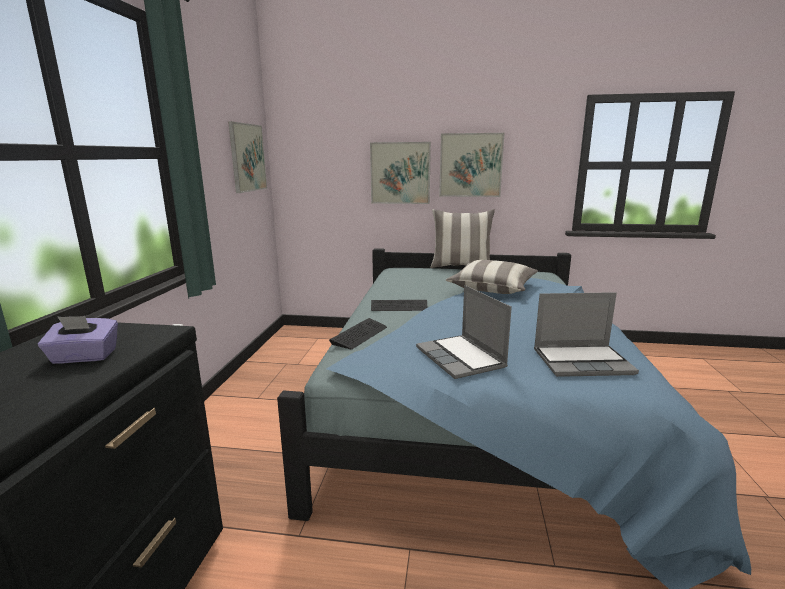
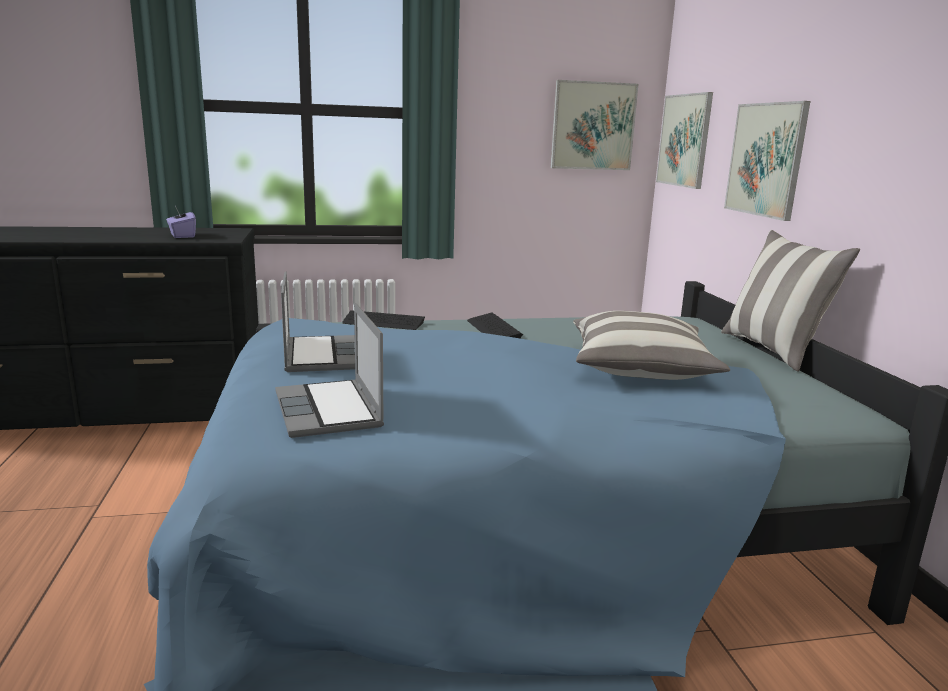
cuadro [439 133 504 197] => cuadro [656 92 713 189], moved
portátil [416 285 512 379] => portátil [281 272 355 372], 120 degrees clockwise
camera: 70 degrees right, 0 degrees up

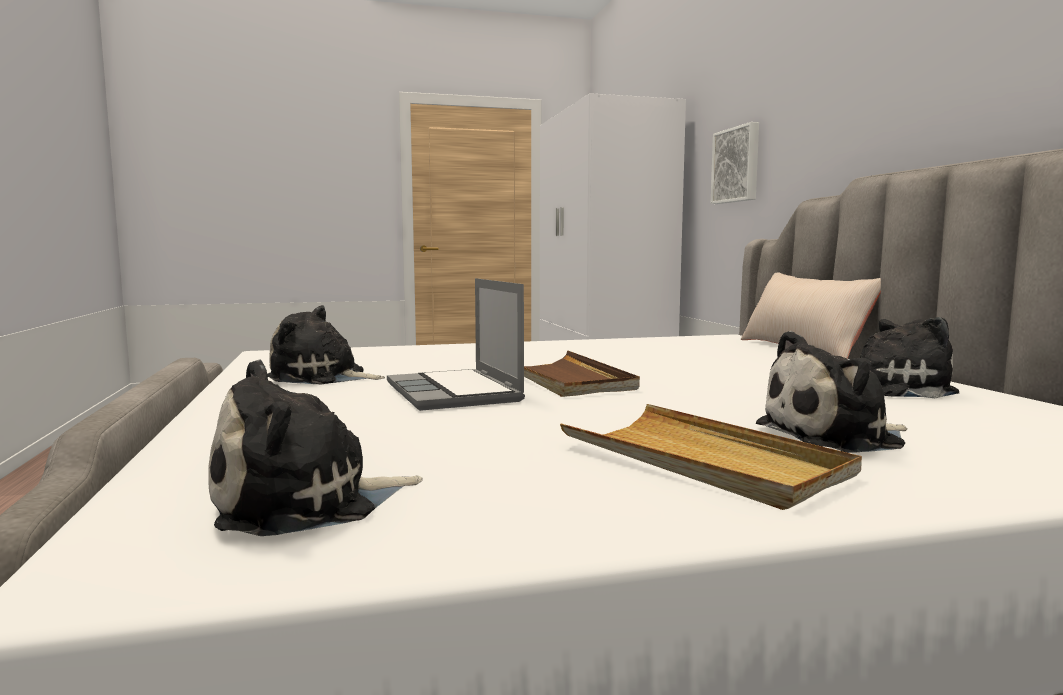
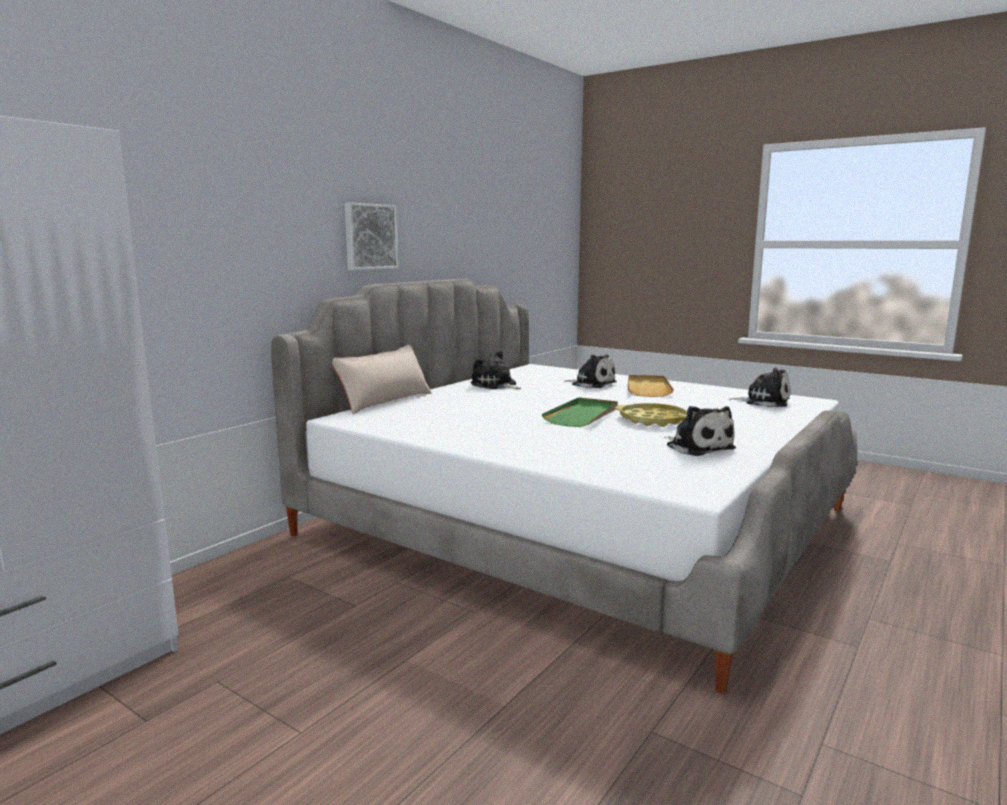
cuadro [711 122 759 204] => cuadro [344 203 399 270], moved
portátil [387 278 525 411] => bandeja [amarillo] [615 403 687 427]
bandeja [marrón] [524 351 640 397] => bandeja [verde] [542 397 618 427]
camera: 130 degrees left, 5 degrees up

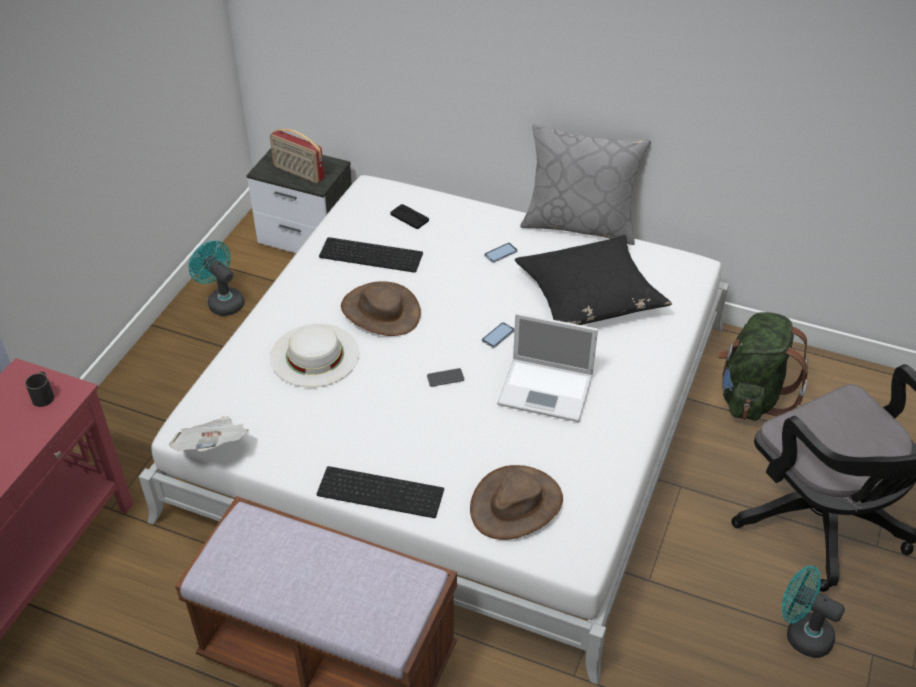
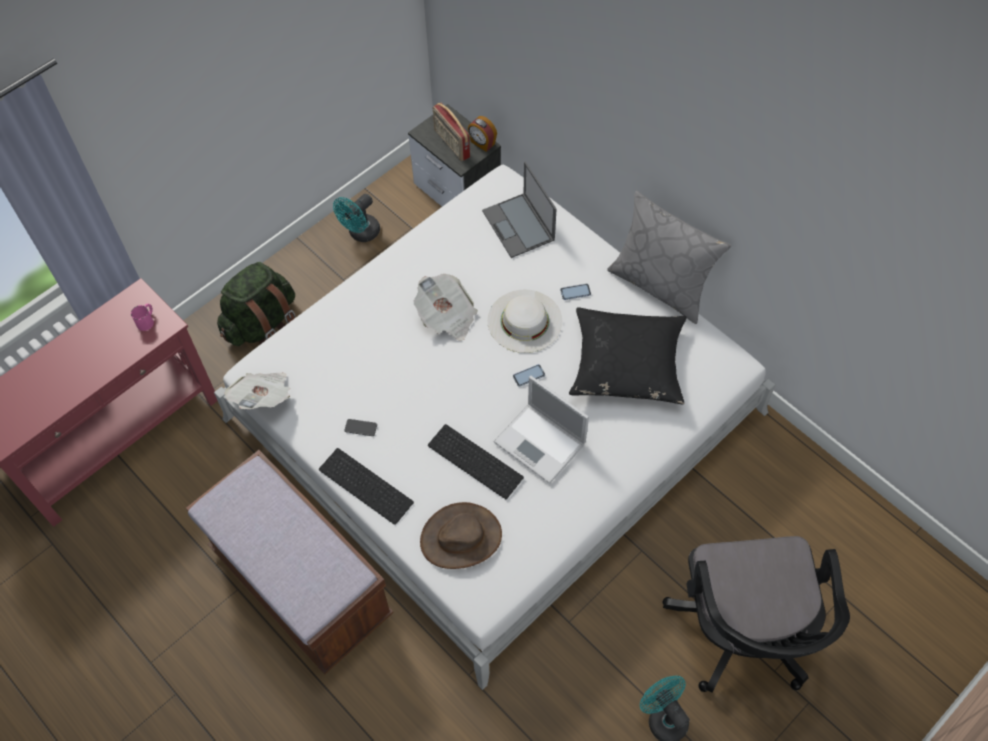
nothing => despertador [468 116 497 152]
sombrero [blanco] [270 324 359 387] => sombrero [blanco] [487 290 562 353], moved
teclado [319 237 423 273] => teclado [428 424 524 499], moved
móvil [427 368 464 387] => móvil [345 419 377 436], moved
mochila [verde] [718 312 808 421] => mochila [verde] [217 262 296 346], moved
sombrero [marrón] [341 281 421 336] => periódico [414 274 478 341]
mando de consola [negro] [390 204 429 229] => portátil [482 162 556 258]
taza grande [negro] [25 371 54 407] => taza grande [rosa] [131 304 154 331]
ventilador [turquesa] [189 241 244 316] => ventilador [turquesa] [333 194 380 242], 120 degrees counterclockwise
camera: 25 degrees right, 15 degrees up

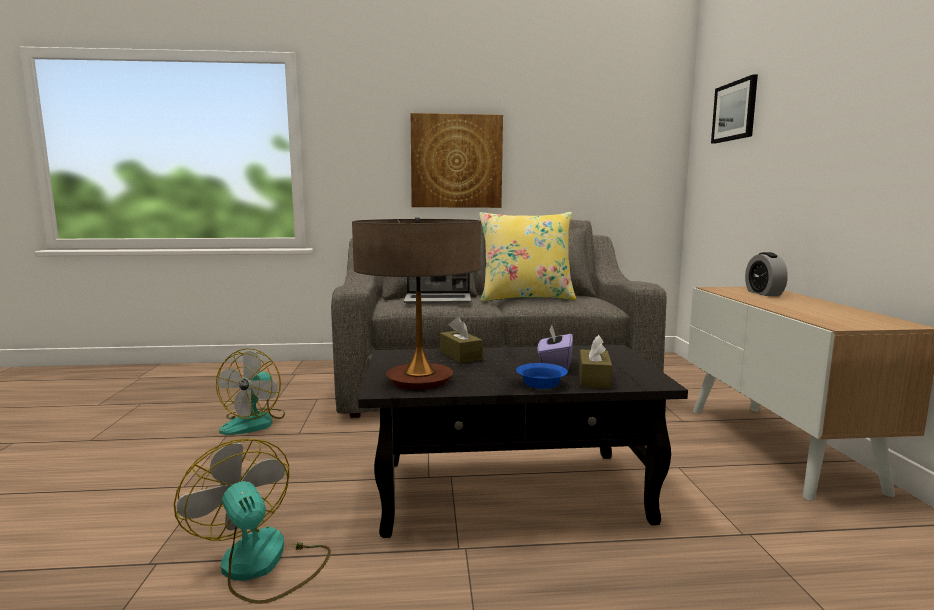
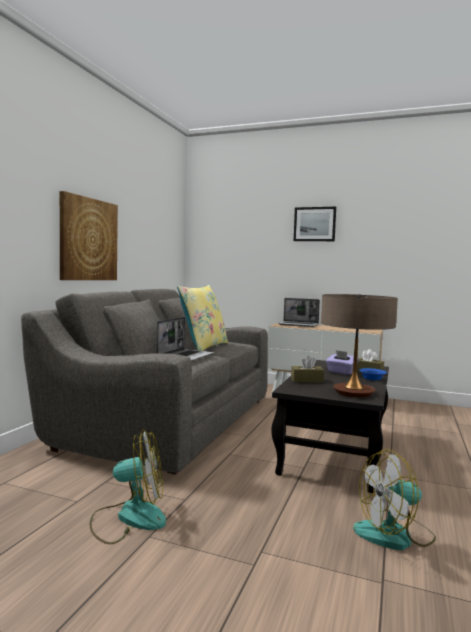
cuadro [711 74 758 144] => cuadro [294 207 336 241], moved
despertador [745 252 788 296] => portátil [278 298 320 327]
ventilador [216 348 285 435] => ventilador [90 429 166 544], 45 degrees counterclockwise
camera: 65 degrees left, 5 degrees down

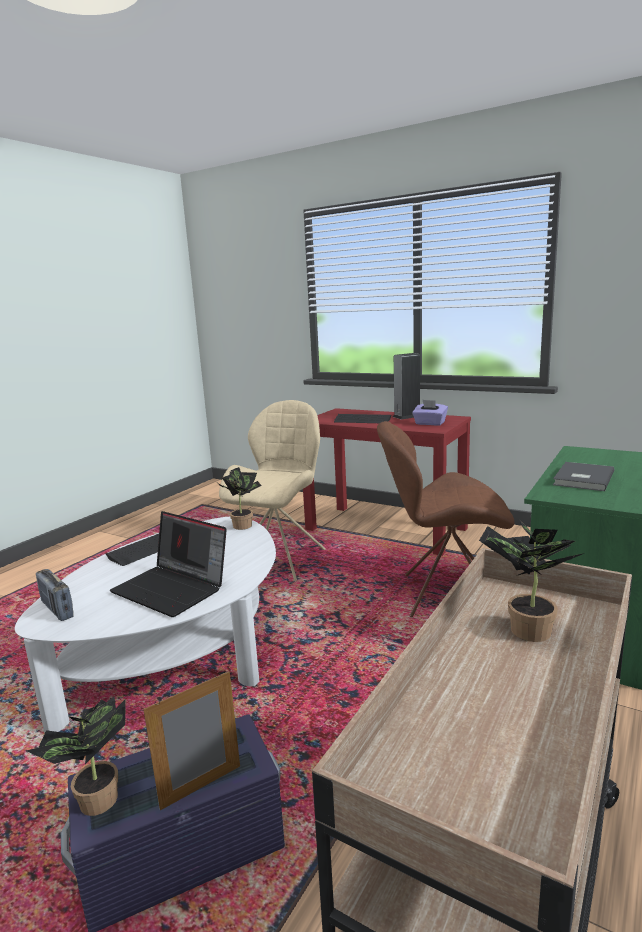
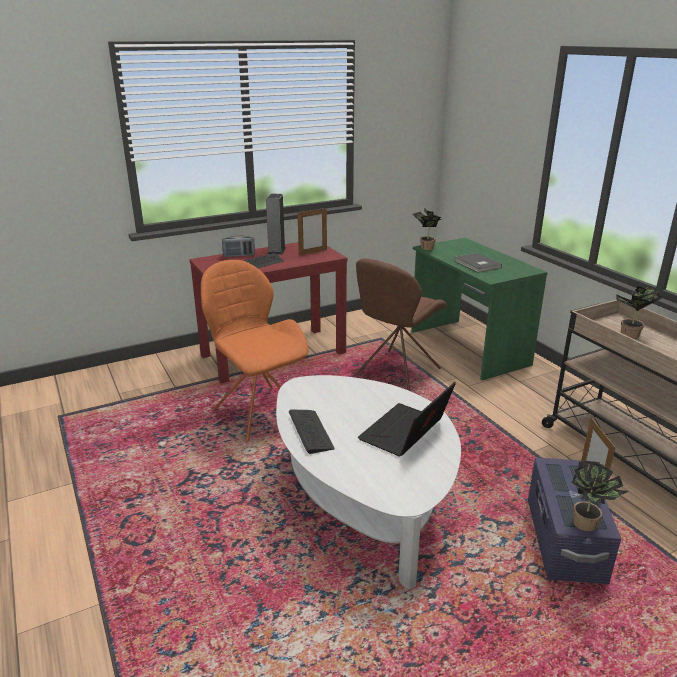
radio [36 569 74 621] => radio [222 235 255 257], moved
planta en maceta [218 467 262 530] => planta en maceta [413 209 441 250], moved
caja de pañuelos [morado] [412 400 448 426] => portarretratos [297 207 327 255]
silla [beis] [219 400 326 581] => silla [naranja] [201 260 308 442]
portátil [110 511 227 617] => portátil [358 382 456 457], 150 degrees clockwise
camera: 60 degrees left, 10 degrees up

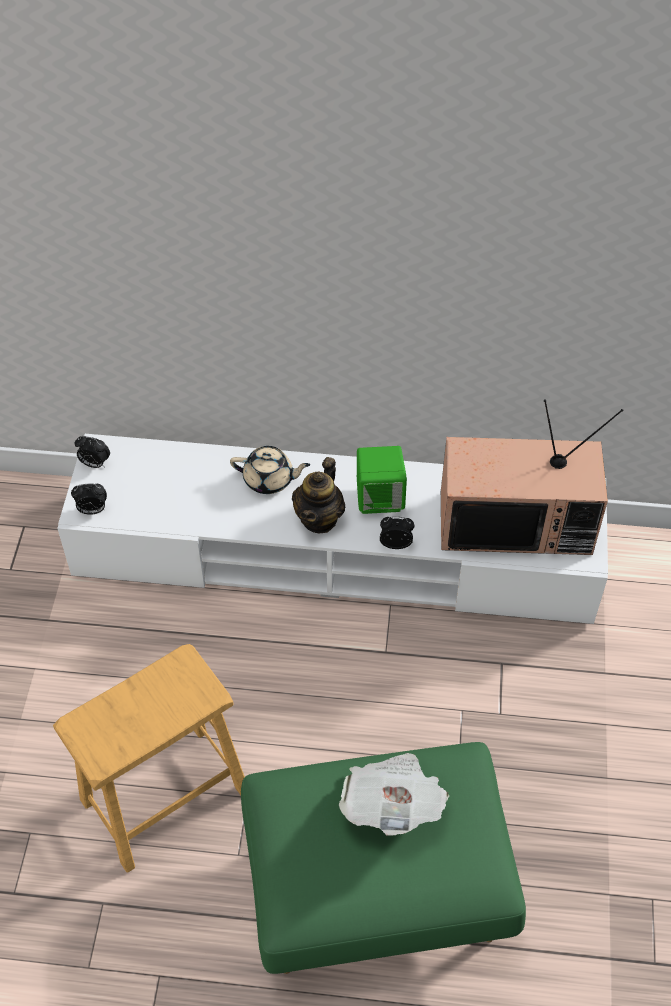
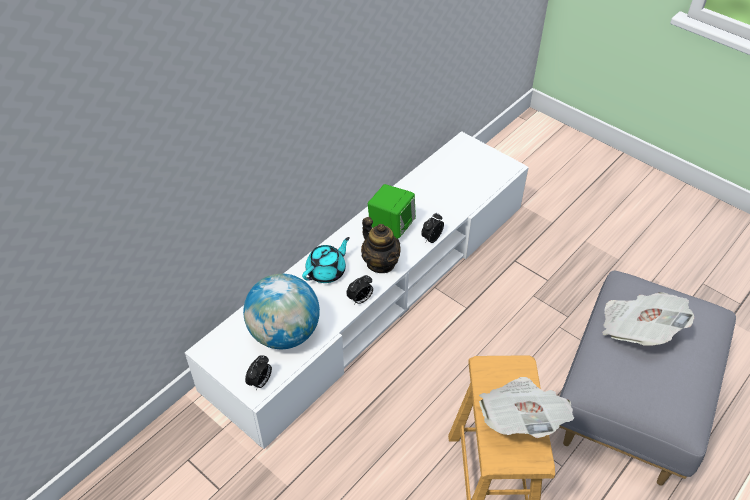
televisor [441 399 624 555] => nothing
nothing => globo terráqueo [243 274 320 349]
nothing => periódico [479 377 574 438]
despertador [74 436 110 468] => despertador [346 275 373 305], moved
tetera [beis] [230 446 310 494] => tetera [turquesa] [302 237 350 283]
puf [verde] [241 742 526 974] => puf [gris] [559 271 736 486]
camera: 55 degrees left, 5 degrees down

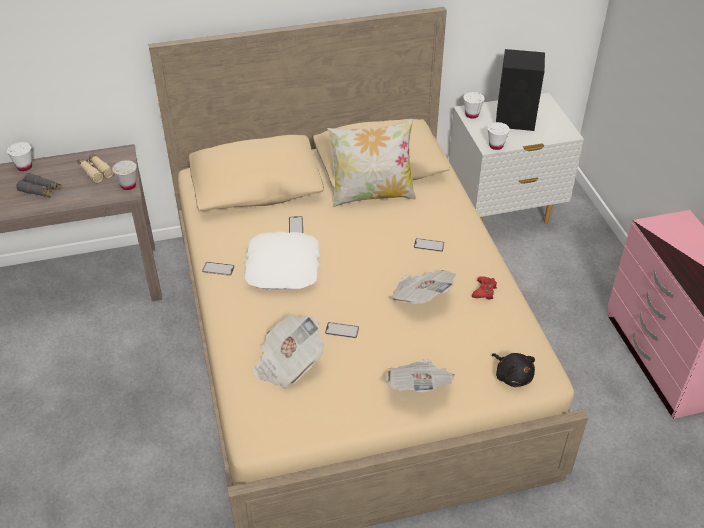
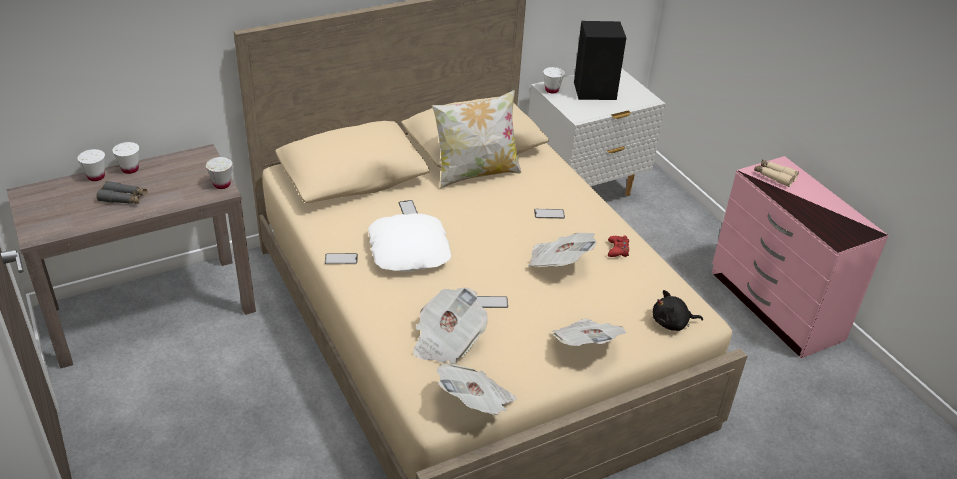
nothing => periódico [437 363 517 415]
prismáticos [beis] [77 153 114 183] => prismáticos [beis] [754 160 799 187], moved
taza [blanco] [488 122 510 150] => taza [blanco] [112 142 139 174], moved
peluche [negro] [492 353 535 387] => peluche [negro] [653 290 703 331], 135 degrees clockwise
camera: 15 degrees left, 5 degrees down

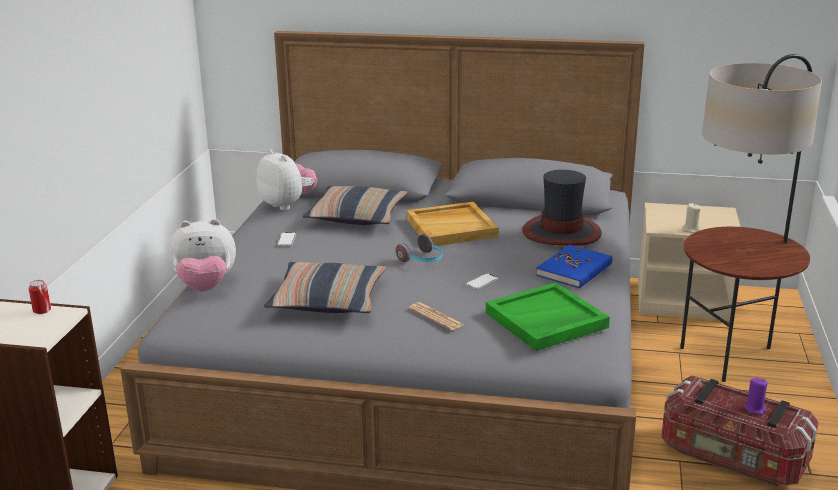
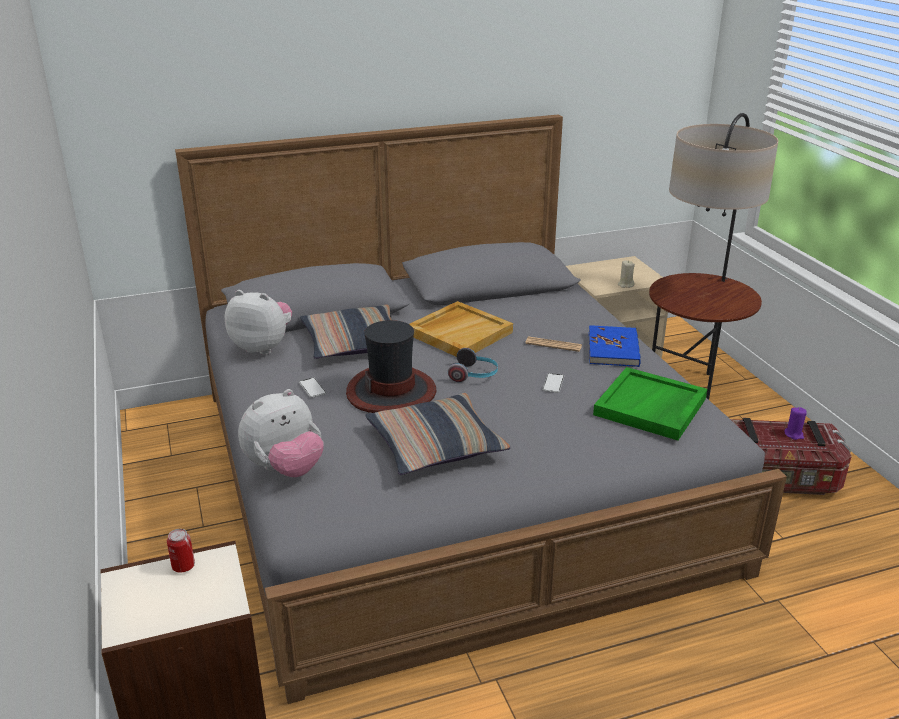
periódico [409 302 464 330] => periódico [525 336 582 352], moved
sombrero [523 170 602 246] => sombrero [346 320 436 413], moved
camera: 30 degrees left, 5 degrees up

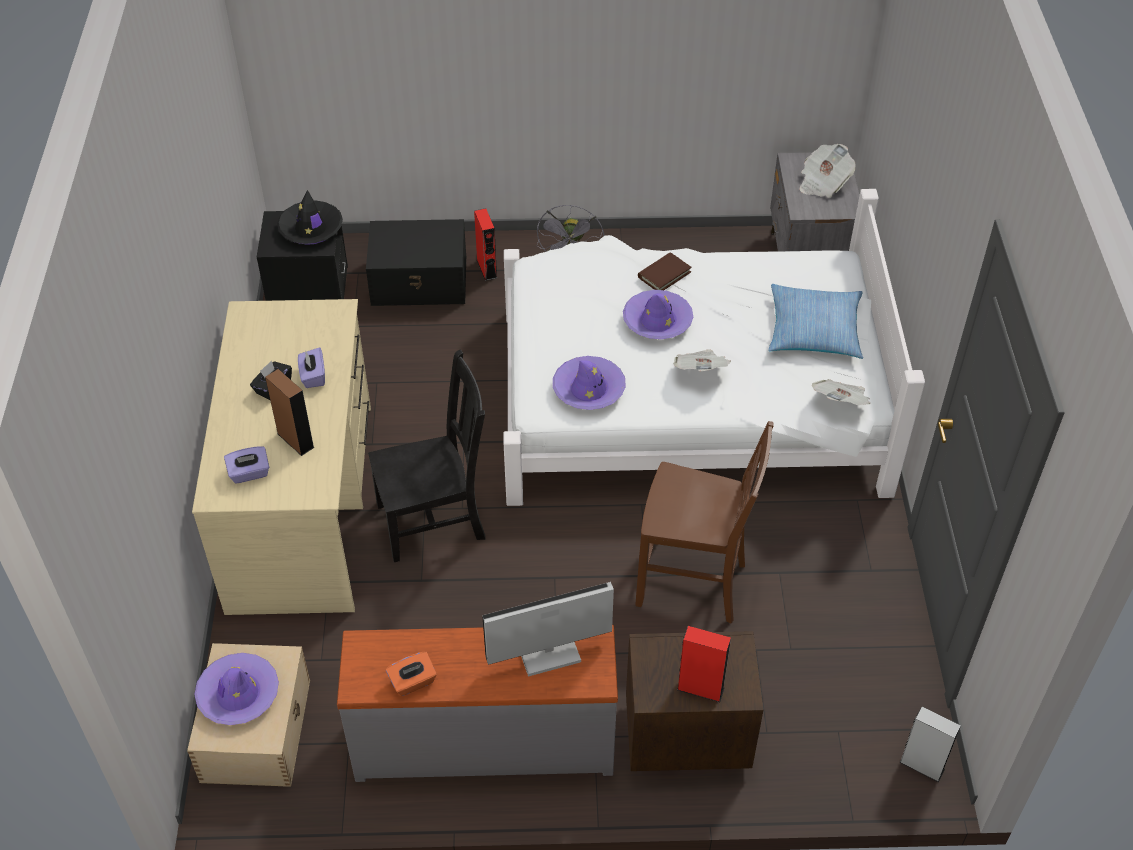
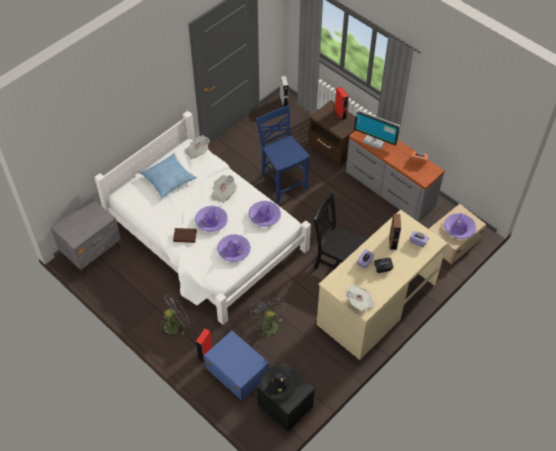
nothing => sombrero [morado] [217 234 251 262]
nothing => ventilador [gris] [250 297 286 339]
periódico [799 144 855 198] => periódico [345 284 375 311], moved
caja de almacenaje [negro] [366 219 466 306] => caja de almacenaje [azul] [204 331 269 401]
silla [marrón] [636 421 774 623] => silla [azul] [256 105 309 203]
camera: 135 degrees left, 5 degrees up

